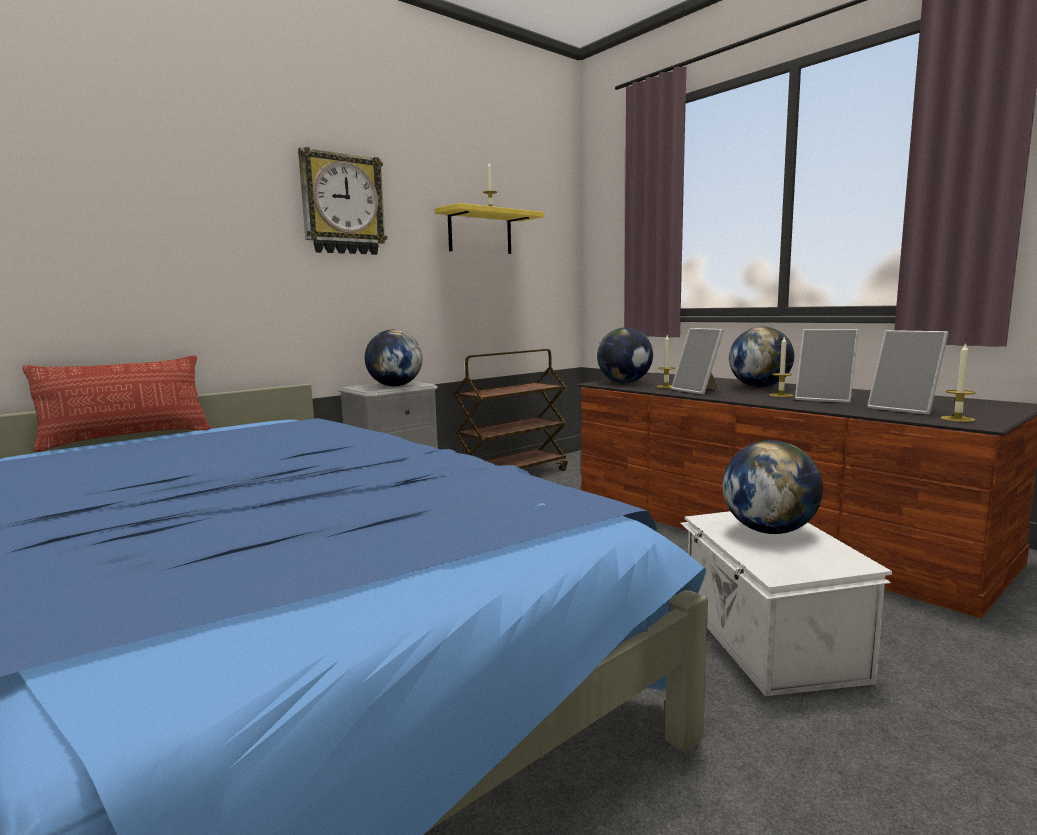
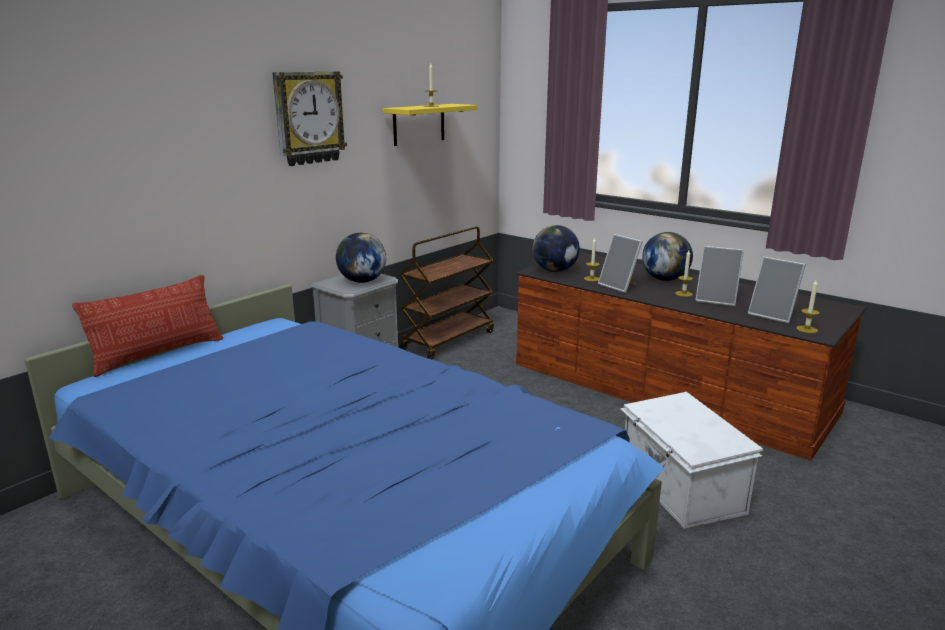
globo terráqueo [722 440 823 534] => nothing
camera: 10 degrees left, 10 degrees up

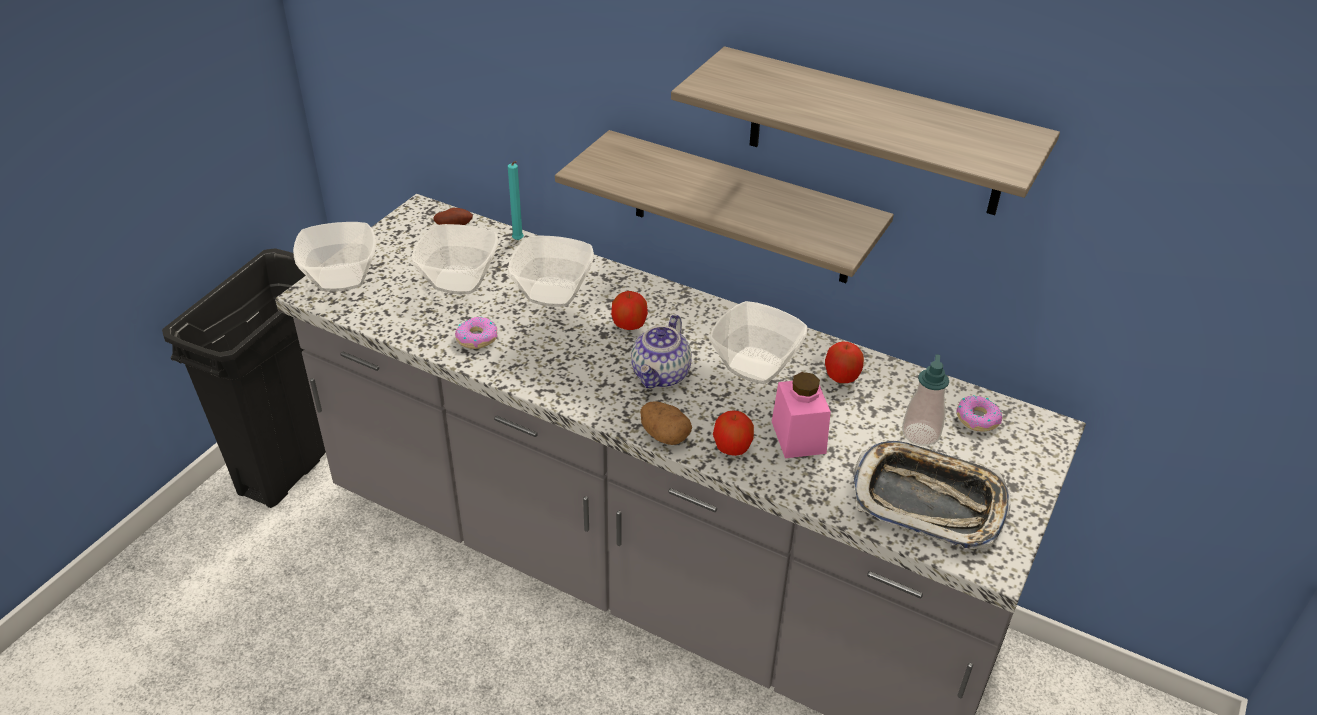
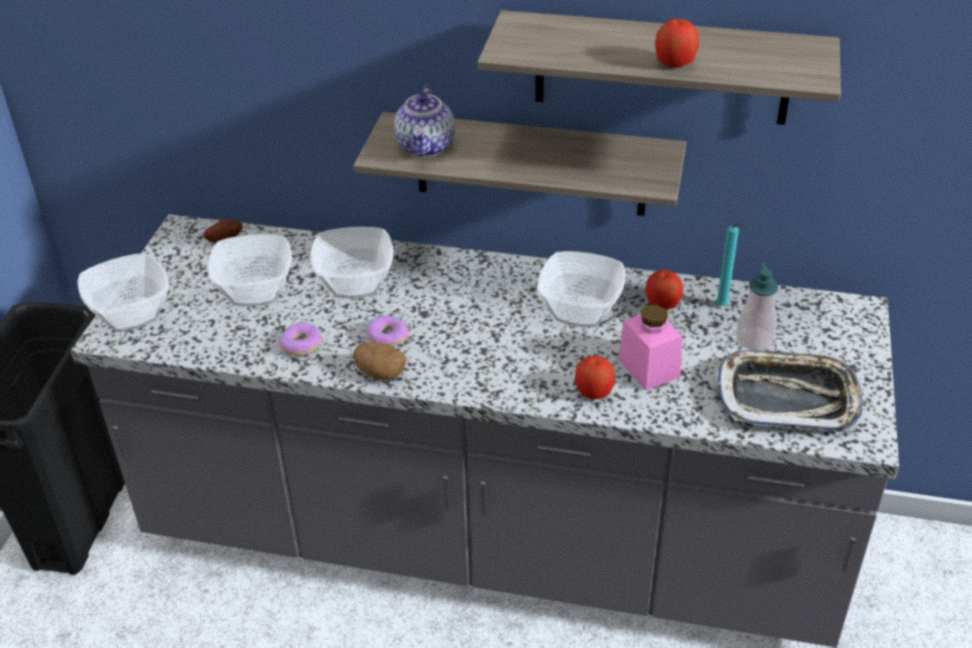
vela [turquesa] [508 161 524 240] => vela [turquesa] [716 223 744 306], moved
manzana [611 291 648 330] => manzana [655 19 699 68], moved
tetera [631 314 692 388] => tetera [394 85 455 157], moved
patata [640 401 692 445] => patata [353 342 406 380], moved
rosquilla [957 395 1002 431] => rosquilla [366 315 408 347], moved
camera: 15 degrees left, 0 degrees up

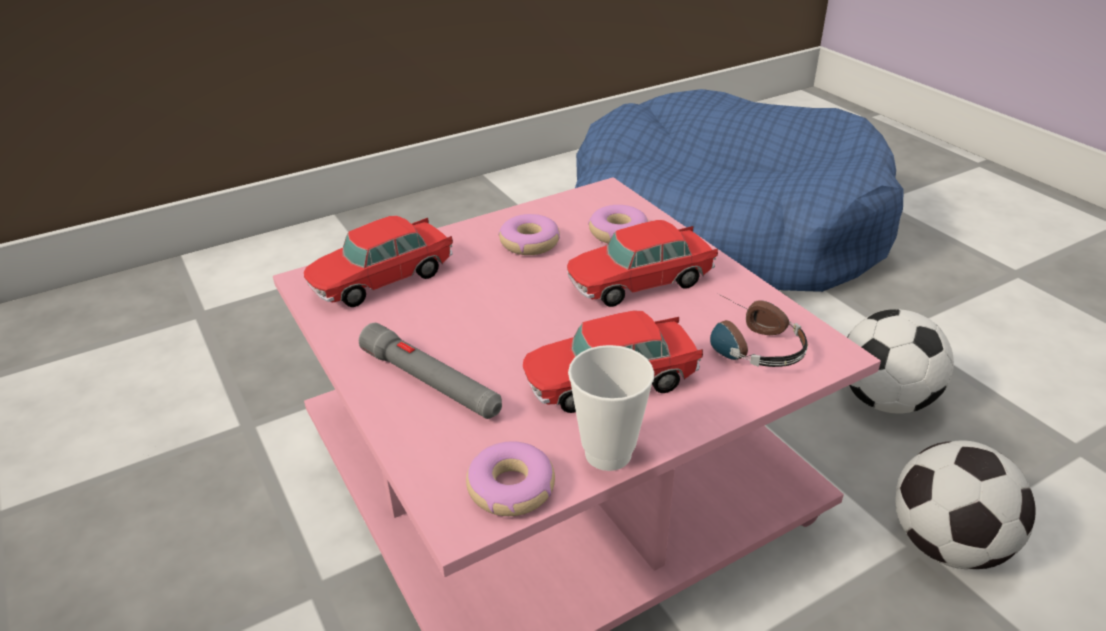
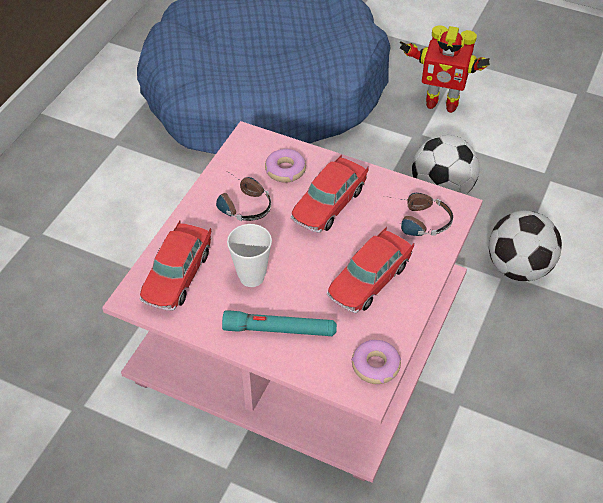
nothing => robot de juguete [399 25 490 113]
taza [568 345 654 471] => taza [227 224 272 287], moved
rosquilla [498 214 560 255] => auriculares [216 173 271 221]
linterna [gris] [359 323 502 419] => linterna [turquesa] [222 310 337 336]
camera: 35 degrees left, 15 degrees up

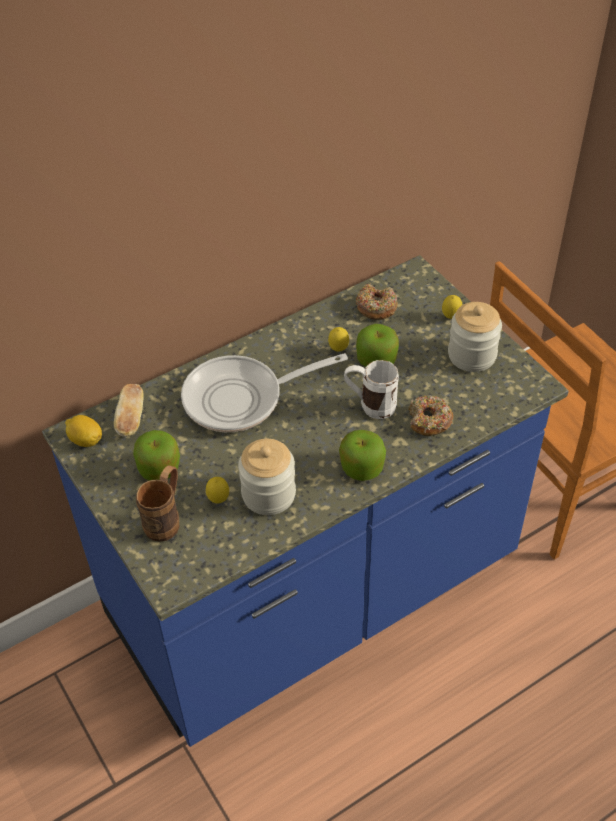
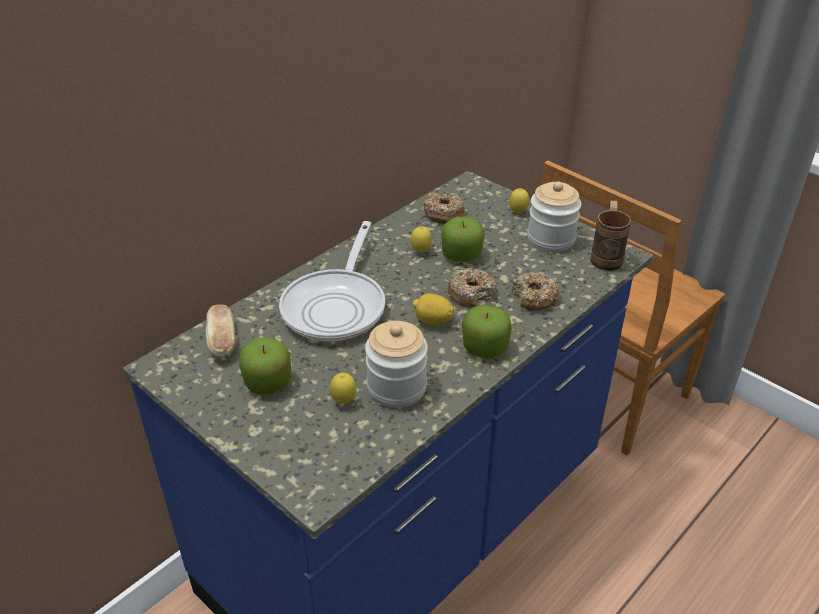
limón [65 415 102 447] => limón [413 293 454 326], moved
taza grande [marrón] [136 465 179 542] => taza grande [marrón] [590 201 631 271], moved
taza grande [blanco] [344 360 399 419] => rosquilla [447 268 496 308]
sartén [181 353 348 432] => sartén [279 221 385 341], 45 degrees counterclockwise
camera: 15 degrees left, 10 degrees down

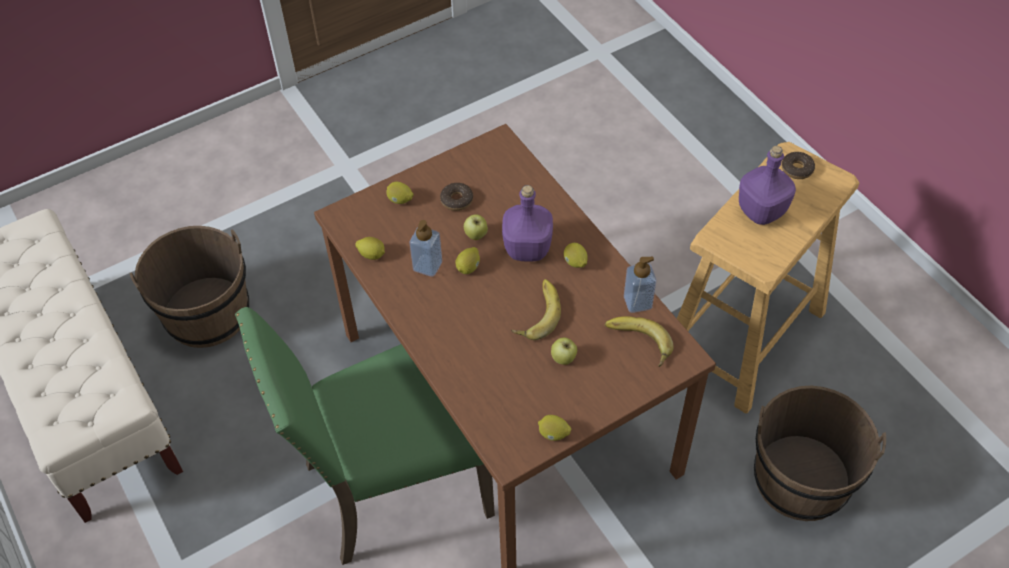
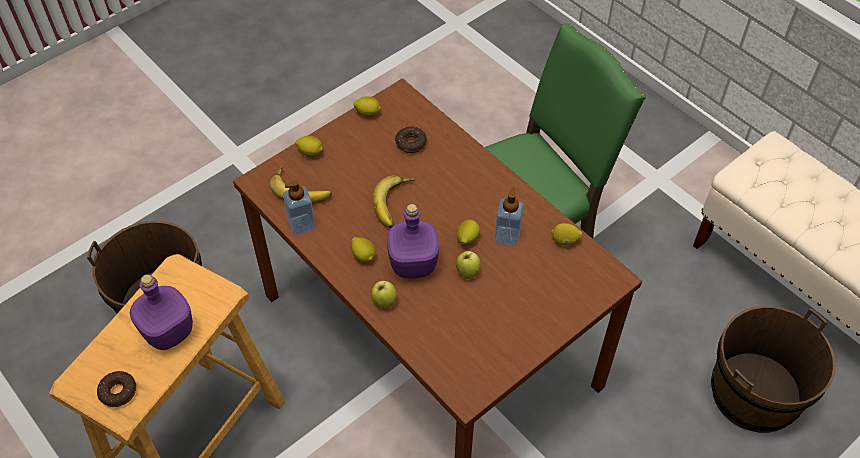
limón [386 182 413 204] => limón [295 136 323 157], moved
rosquilla [440 183 473 211] => rosquilla [395 126 427 153], moved
manzana [551 337 577 365] => manzana [371 281 397 309], moved
camera: 170 degrees right, 0 degrees up

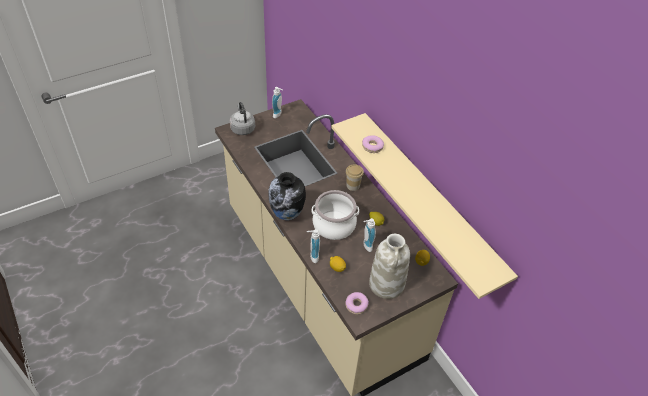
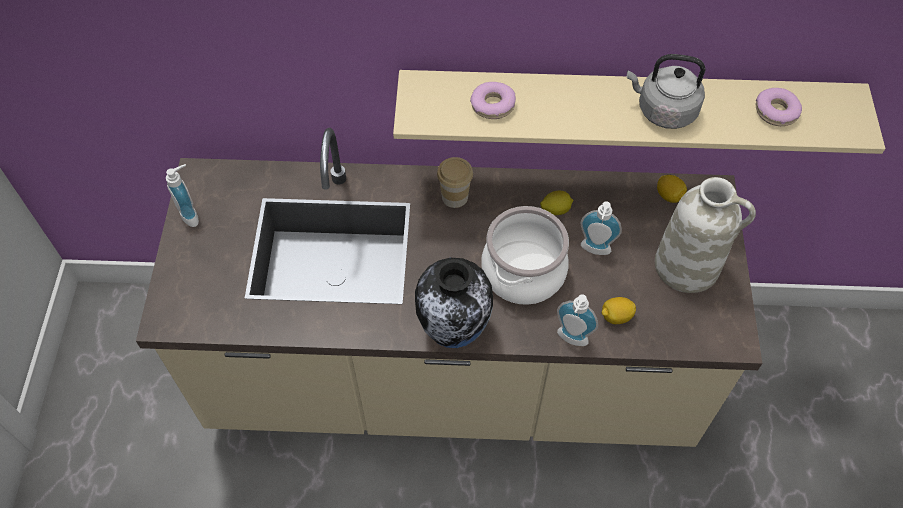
hervidor [gris] [230 102 255 135] => hervidor [gris] [627 54 705 129], moved
rosquilla [345 292 369 314] => rosquilla [756 88 802 126], moved
camera: 55 degrees left, 10 degrees up

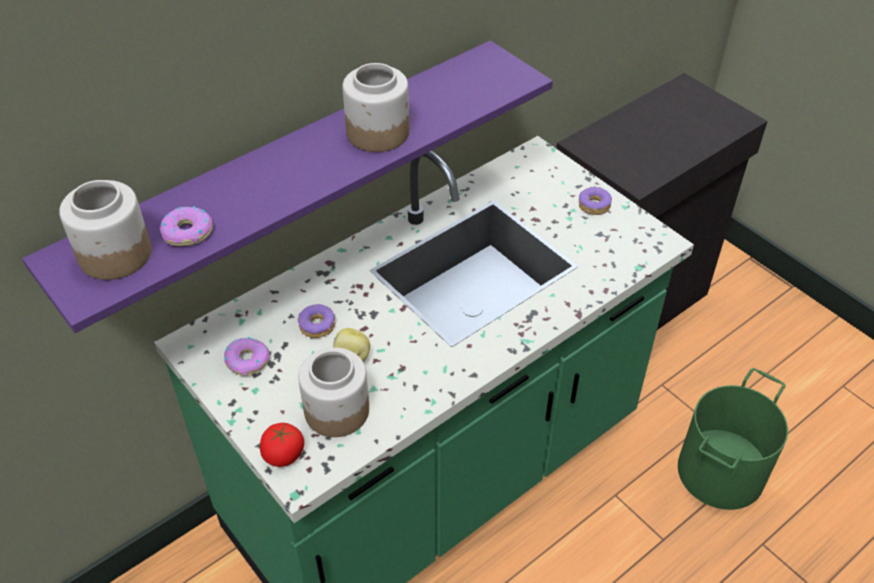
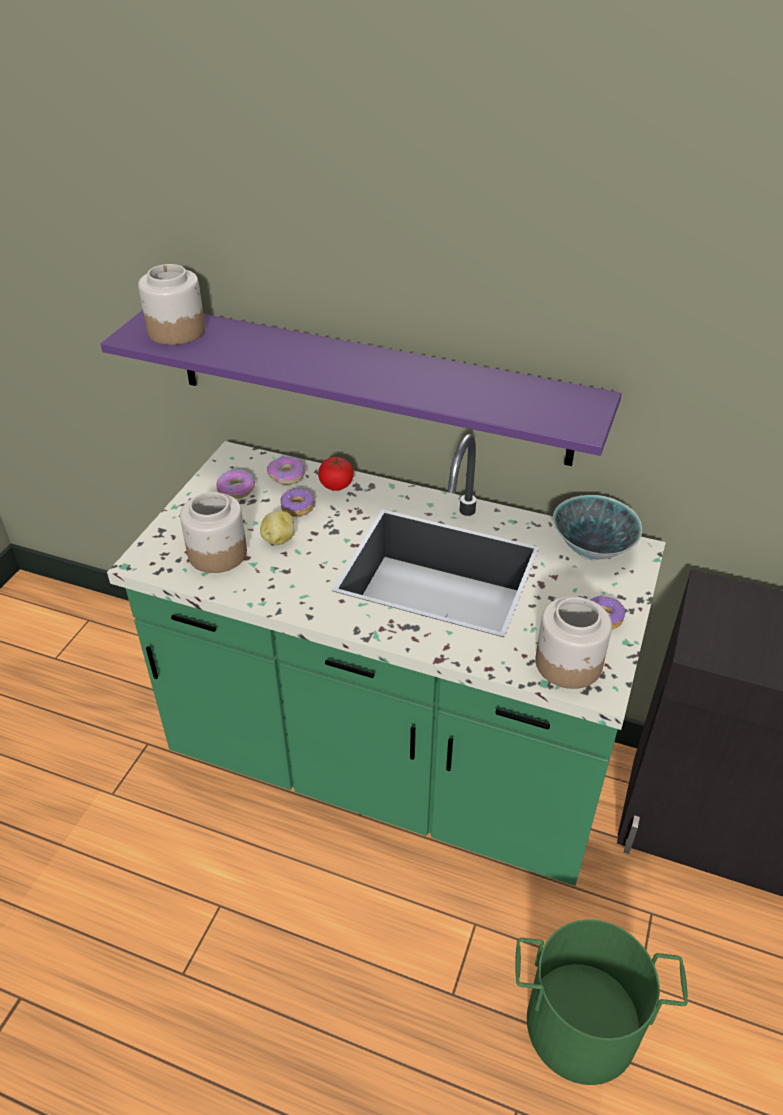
nothing => cuenco [553 495 642 560]
rosquilla [160 206 213 246] => rosquilla [267 456 305 485], moved
tomate [260 423 304 467] => tomate [318 457 354 491], moved
tarro [343 63 409 152] => tarro [536 596 612 689], moved
camera: 60 degrees right, 5 degrees down

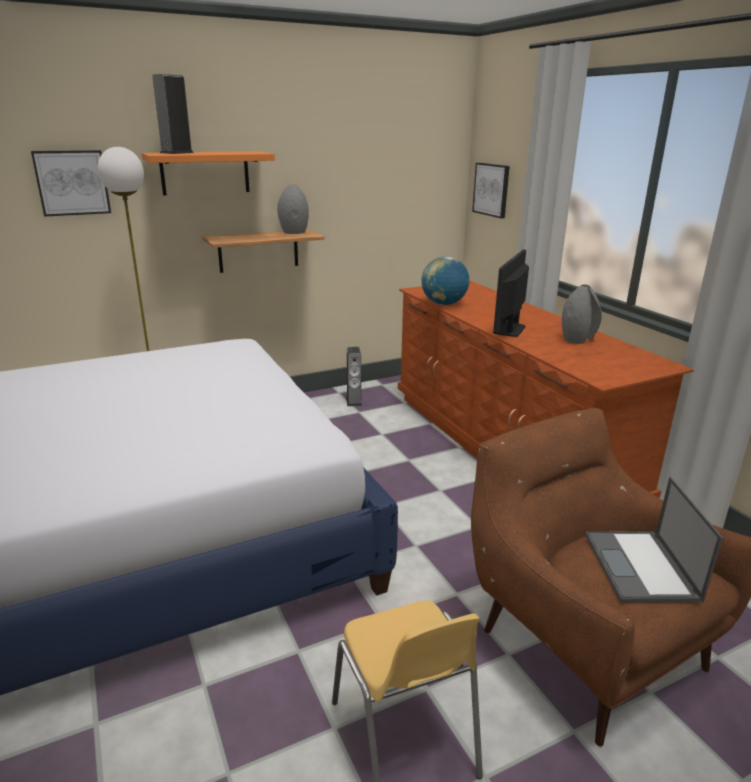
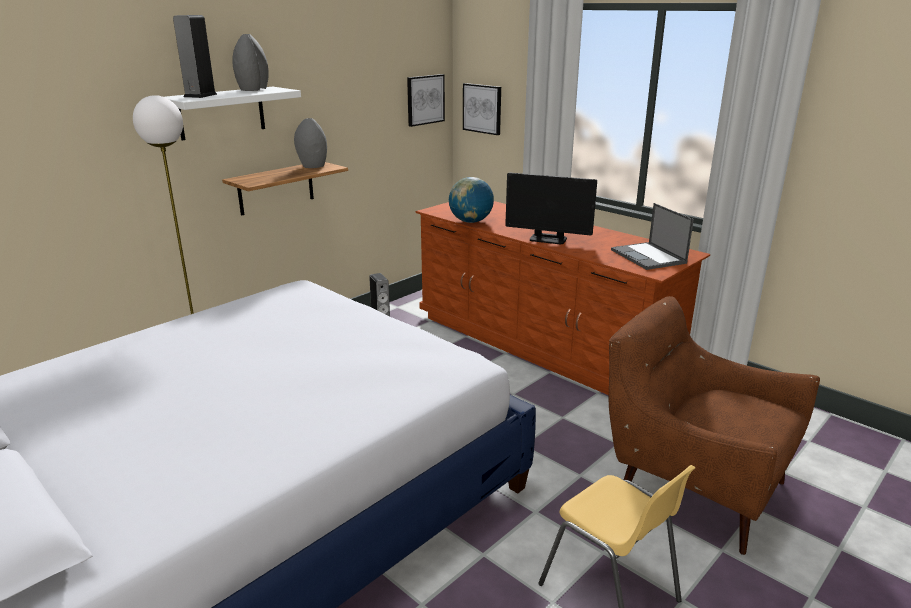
cuadro [31 150 111 217] => cuadro [407 74 445 127], moved
florero [gris] [562 285 602 344] => florero [gris] [232 34 269 91], moved
portátil [585 477 723 603] => portátil [611 203 694 270], moved
estante [naranja] [142 151 275 195] => estante [blanco] [165 87 301 140]
monitor [493 249 529 337] => monitor [505 172 597 244], 75 degrees counterclockwise
camera: 20 degrees left, 0 degrees up

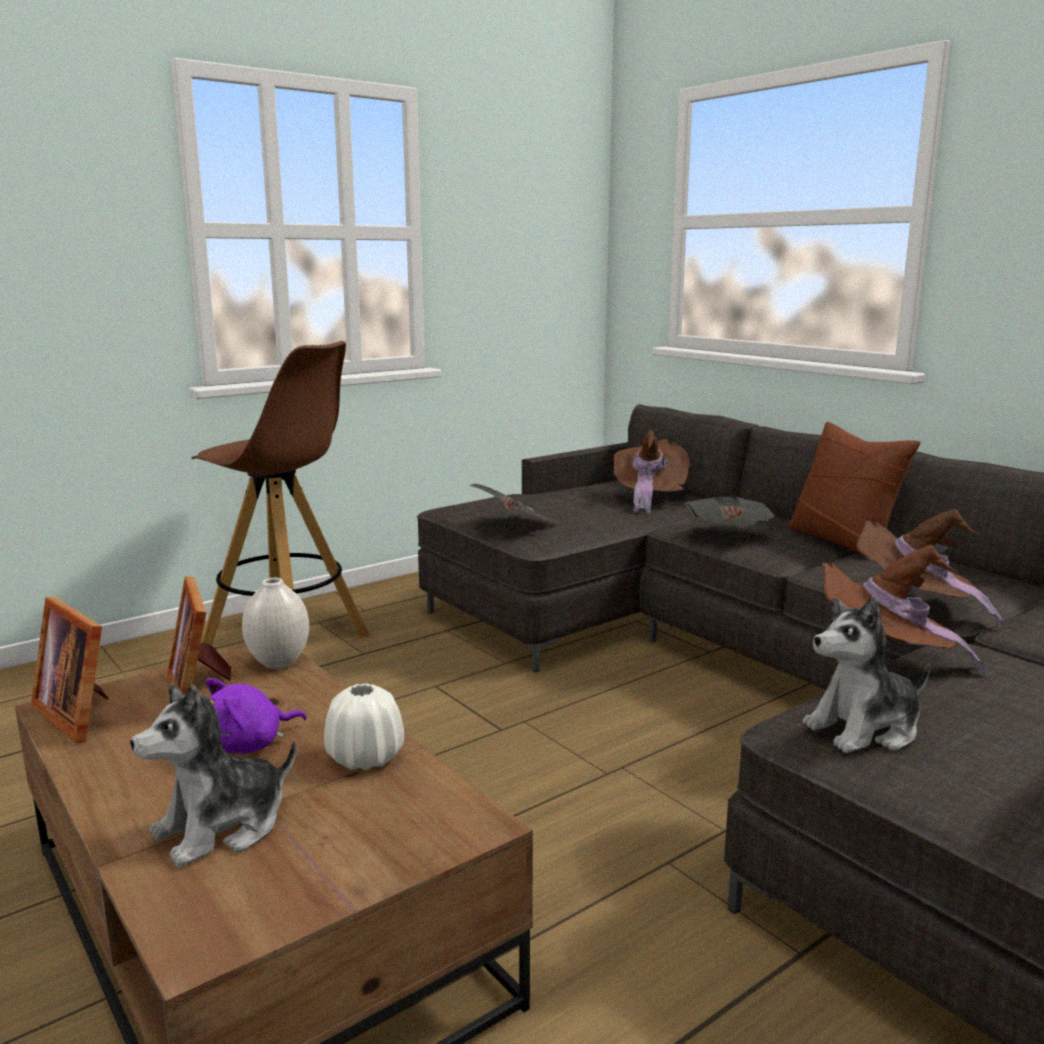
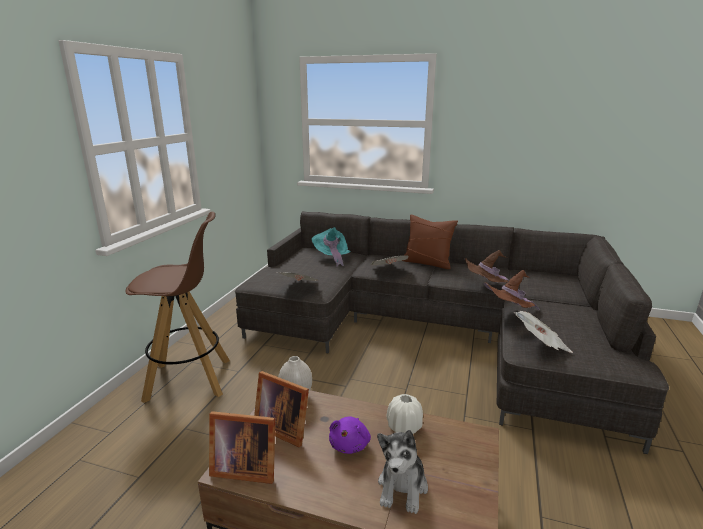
peluche [803 597 930 753] => periódico [514 311 573 353]
sombrero [marrón] [614 430 690 514] => sombrero [turquesa] [311 227 350 267]
camera: 35 degrees left, 5 degrees up

